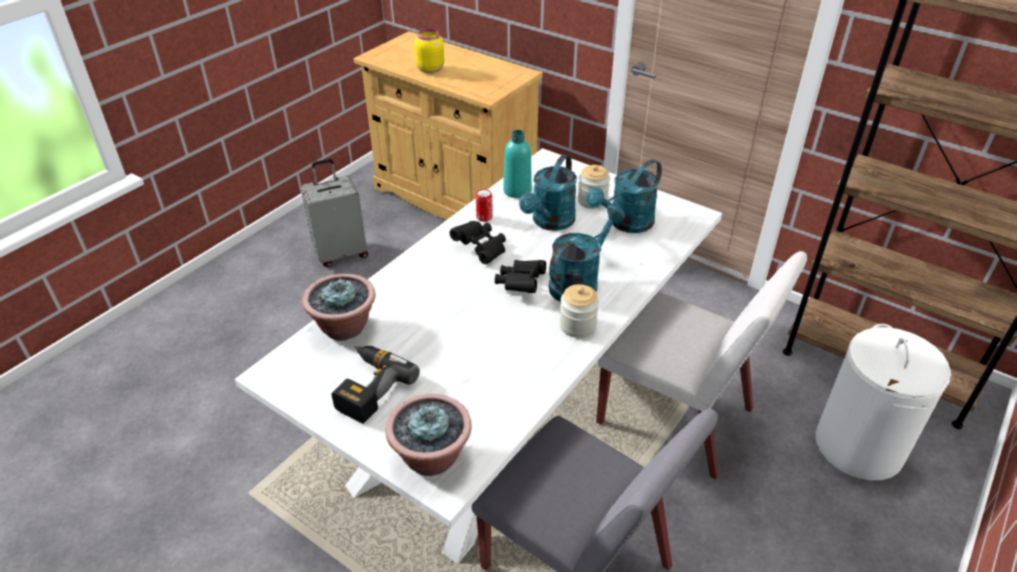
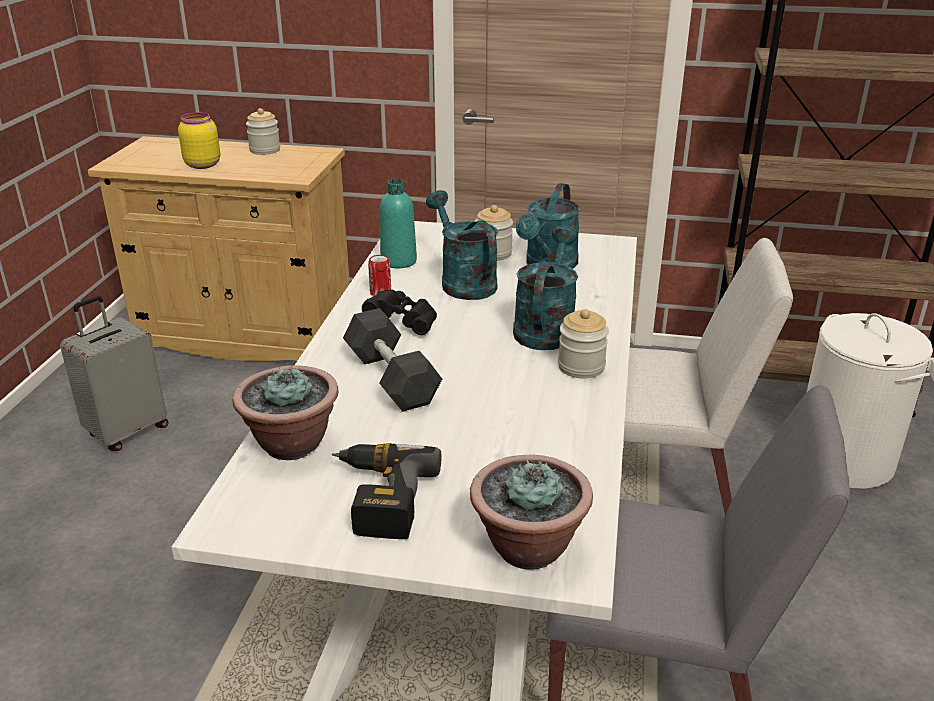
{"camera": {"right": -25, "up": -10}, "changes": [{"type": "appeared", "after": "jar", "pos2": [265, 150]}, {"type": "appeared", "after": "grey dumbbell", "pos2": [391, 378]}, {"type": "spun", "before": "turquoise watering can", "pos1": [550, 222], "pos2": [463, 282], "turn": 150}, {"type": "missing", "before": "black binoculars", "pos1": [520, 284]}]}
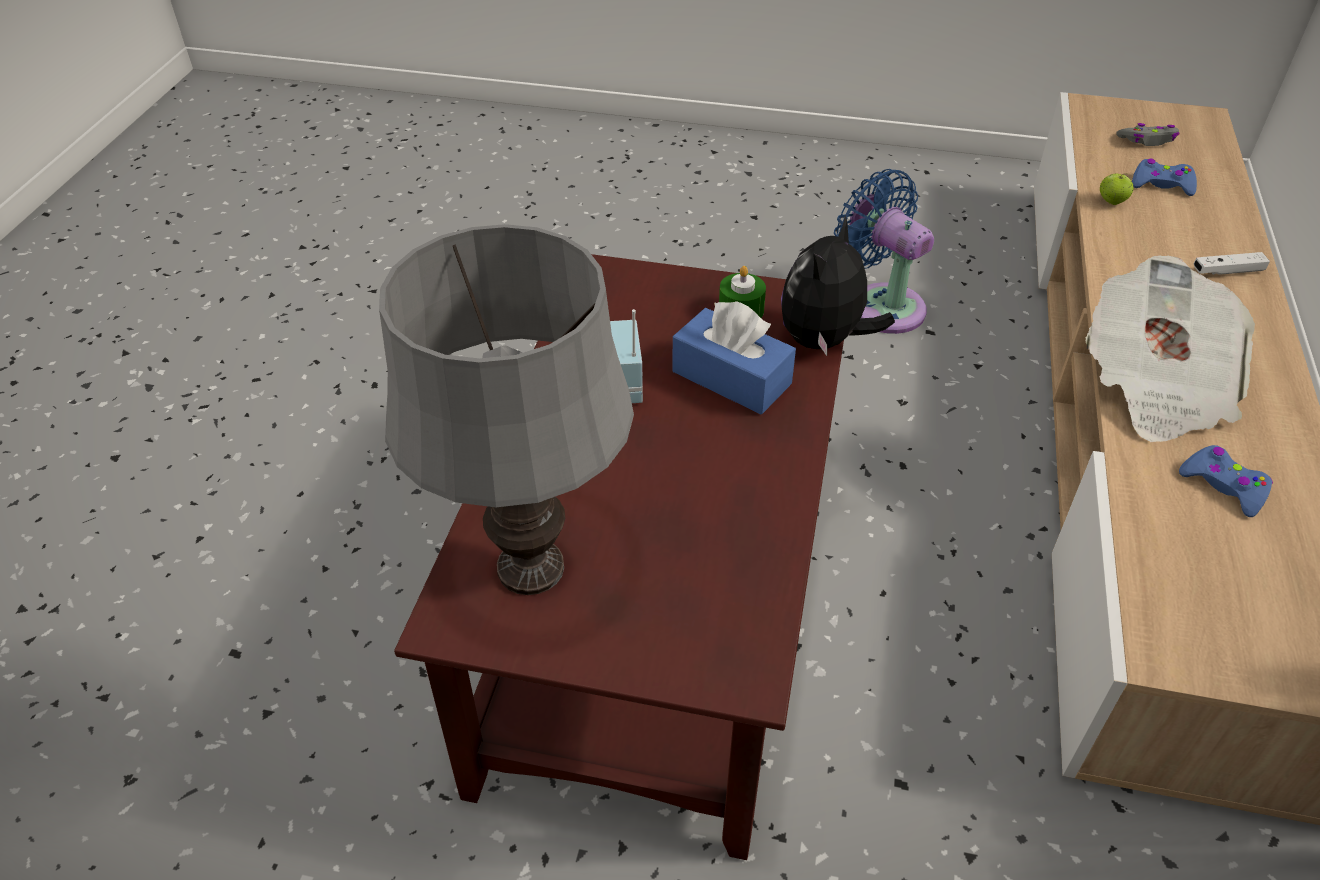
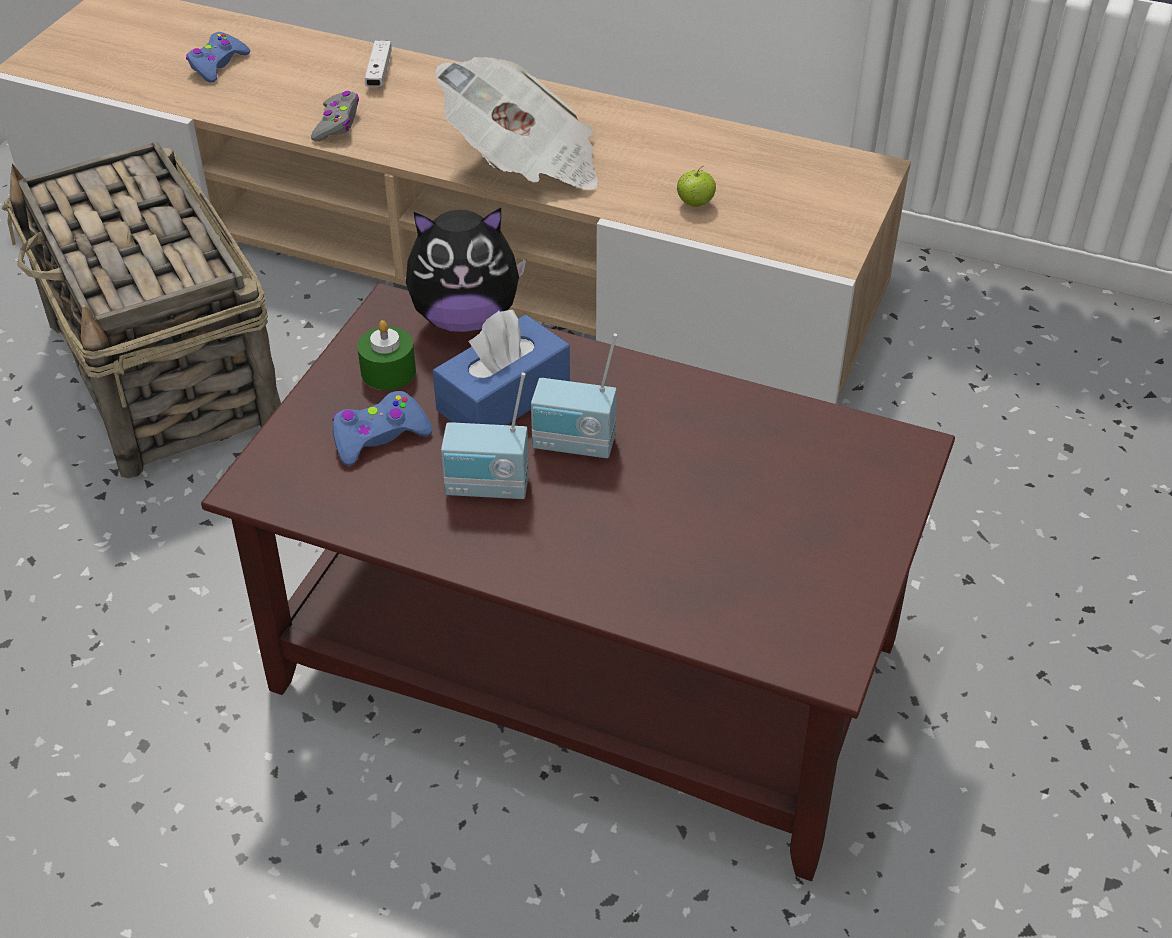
{"camera": {"right": -80, "up": 0}, "changes": [{"type": "exchanged", "before": "blue fan", "after": "basket", "pos1": [881, 305], "pos2": [163, 375]}, {"type": "relocated", "before": "grey game controller", "pos1": [1147, 140], "pos2": [337, 124]}, {"type": "relocated", "before": "blue game controller", "pos1": [1223, 486], "pos2": [379, 436]}, {"type": "spun", "before": "plush toy", "pos1": [824, 341], "pos2": [465, 318], "turn": -45}, {"type": "appeared", "after": "radio", "pos2": [573, 445]}, {"type": "relocated", "before": "apple", "pos1": [1111, 202], "pos2": [695, 204]}, {"type": "missing", "before": "grey table lamp", "pos1": [530, 569]}]}
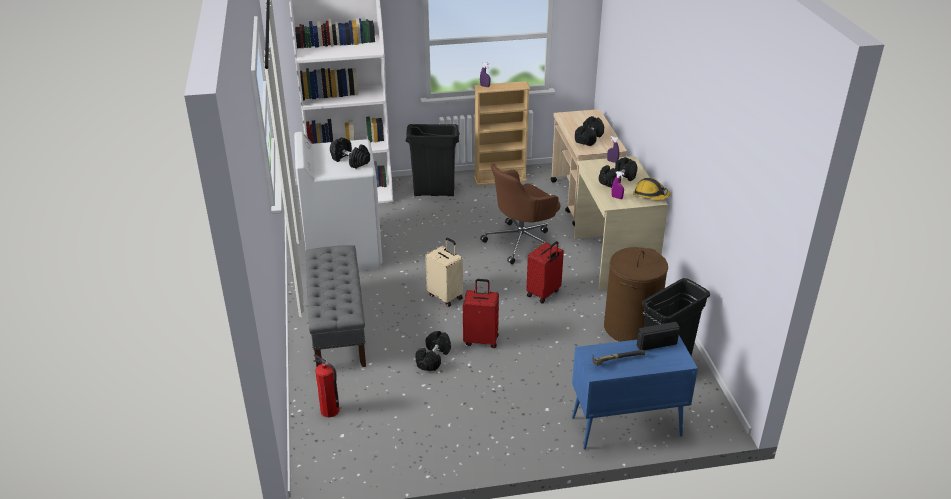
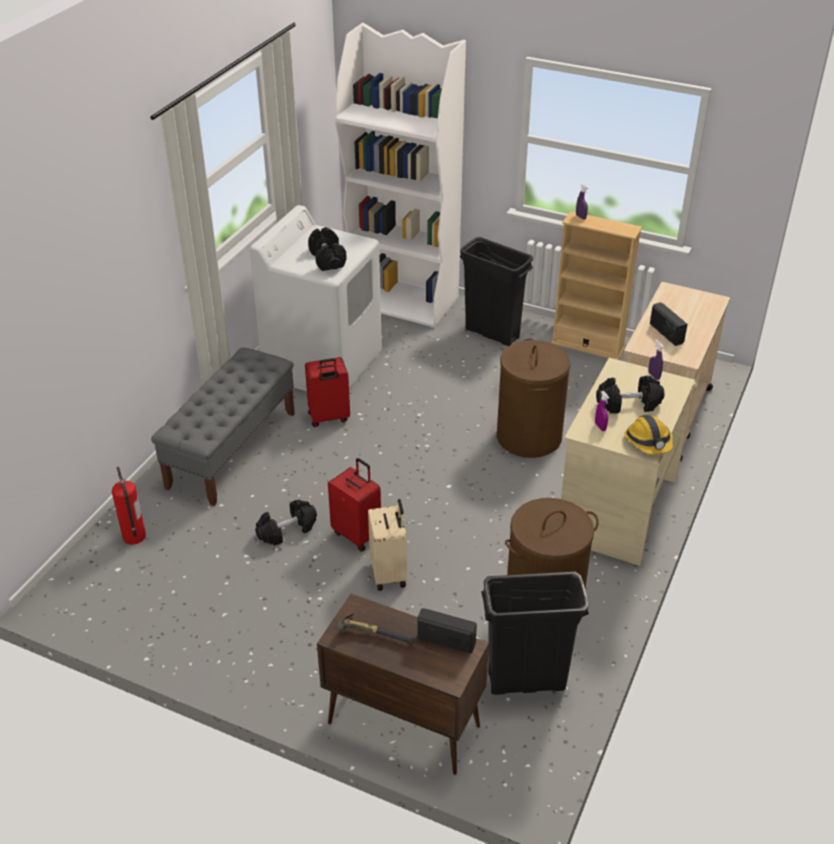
{"camera": {"right": 35, "up": 5}, "changes": [{"type": "relocated", "before": "red suitcase", "pos1": [544, 293], "pos2": [329, 418]}, {"type": "colour", "before": "blue cabinet", "after": "brown cabinet", "pos1": [625, 427], "pos2": [402, 724]}, {"type": "relocated", "before": "beige suitcase", "pos1": [446, 296], "pos2": [389, 573]}, {"type": "exchanged", "before": "brown office chair", "after": "brown laundry basket", "pos1": [522, 242], "pos2": [528, 437]}, {"type": "exchanged", "before": "black dumbbell", "after": "radio", "pos1": [589, 139], "pos2": [666, 333]}]}
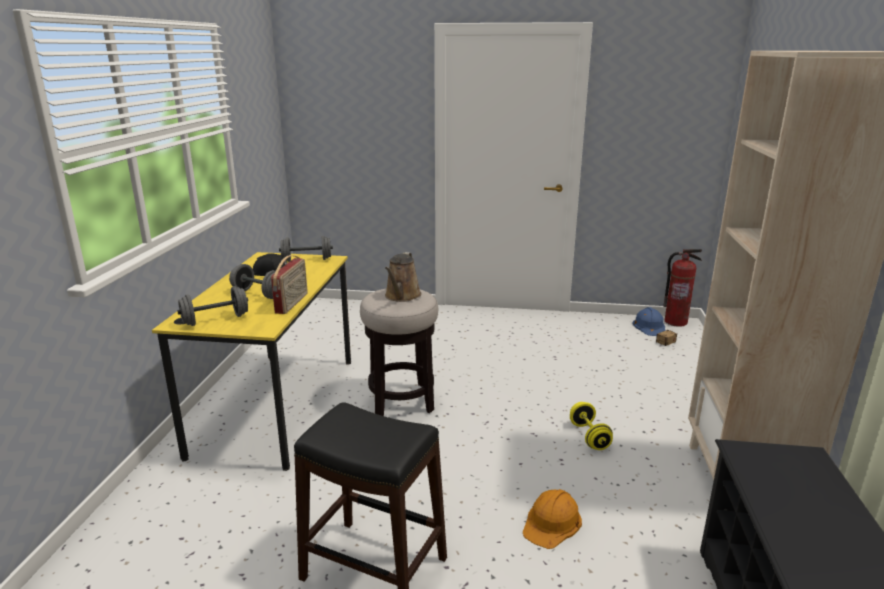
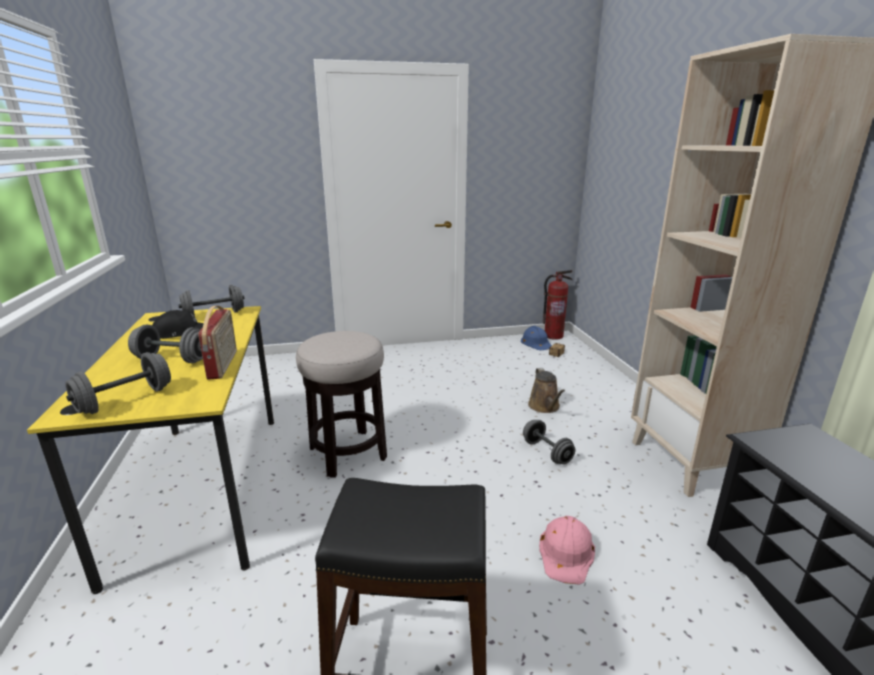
{"camera": {"right": -20, "up": 0}, "changes": [{"type": "colour", "before": "yellow dumbbell", "after": "grey dumbbell", "pos1": [589, 436], "pos2": [547, 452]}, {"type": "relocated", "before": "brown watering can", "pos1": [402, 296], "pos2": [545, 407]}, {"type": "colour", "before": "orange hard hat", "after": "pink hard hat", "pos1": [552, 523], "pos2": [566, 553]}]}
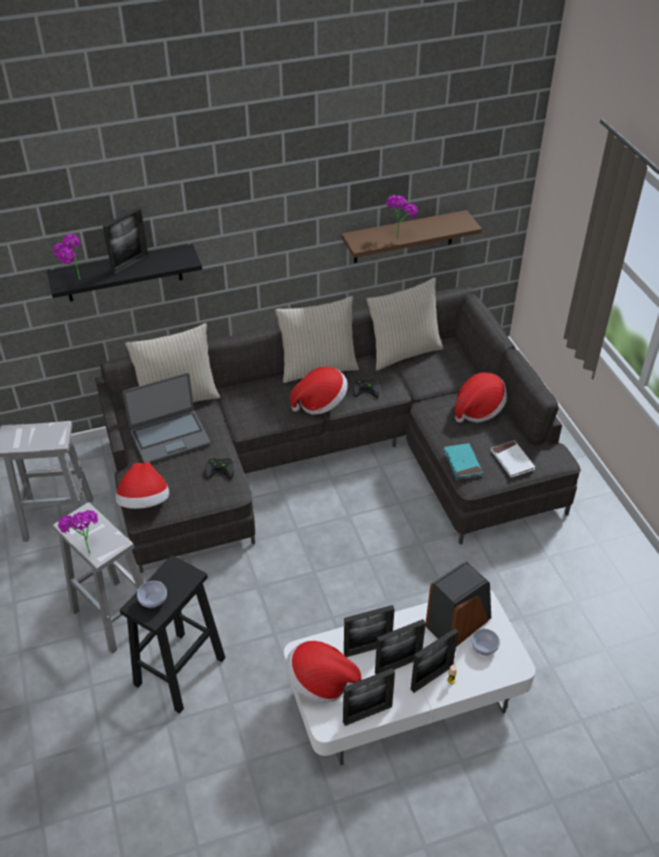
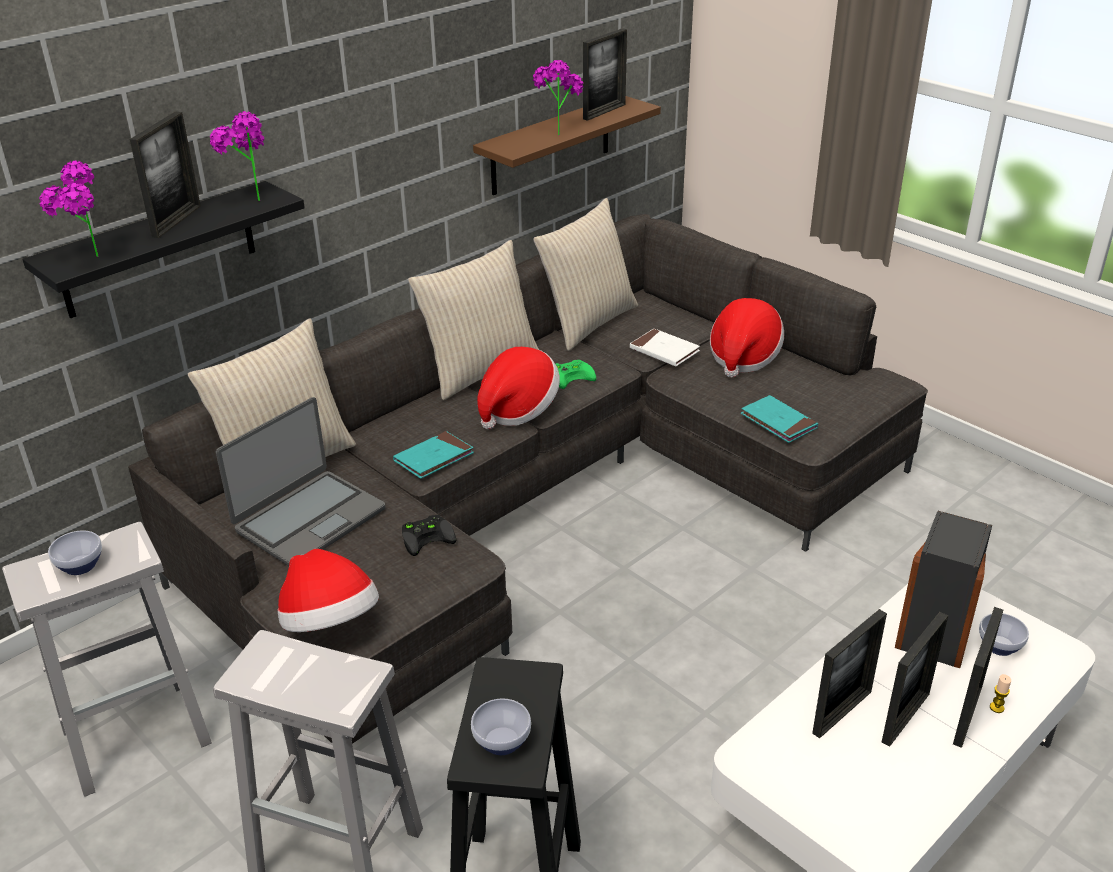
{"camera": {"right": -25, "up": -10}, "changes": [{"type": "appeared", "after": "bowl", "pos2": [82, 565]}, {"type": "relocated", "before": "potted plant", "pos1": [85, 549], "pos2": [249, 199]}, {"type": "appeared", "after": "turquoise book", "pos2": [434, 458]}, {"type": "colour", "before": "black game controller", "after": "green game controller", "pos1": [366, 389], "pos2": [572, 376]}, {"type": "relocated", "before": "picture frame", "pos1": [367, 714], "pos2": [604, 112]}, {"type": "relocated", "before": "white book", "pos1": [512, 460], "pos2": [664, 351]}, {"type": "missing", "before": "hat", "pos1": [320, 682]}]}
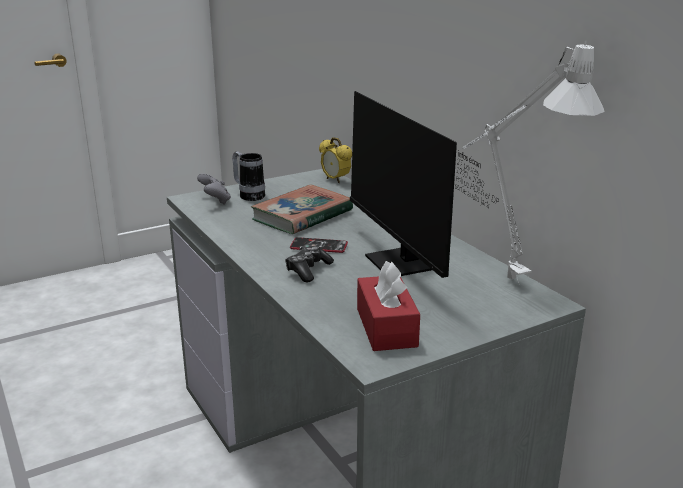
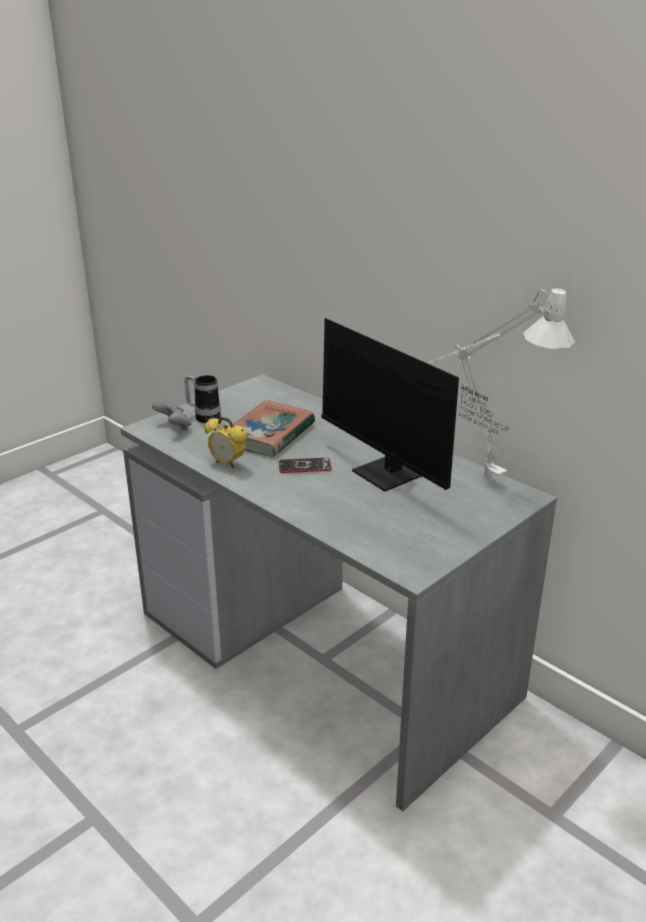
{"camera": {"right": -15, "up": 5}, "changes": [{"type": "relocated", "before": "alarm clock", "pos1": [335, 180], "pos2": [227, 463]}, {"type": "missing", "before": "game controller", "pos1": [308, 270]}, {"type": "missing", "before": "red tissue box", "pos1": [386, 327]}]}
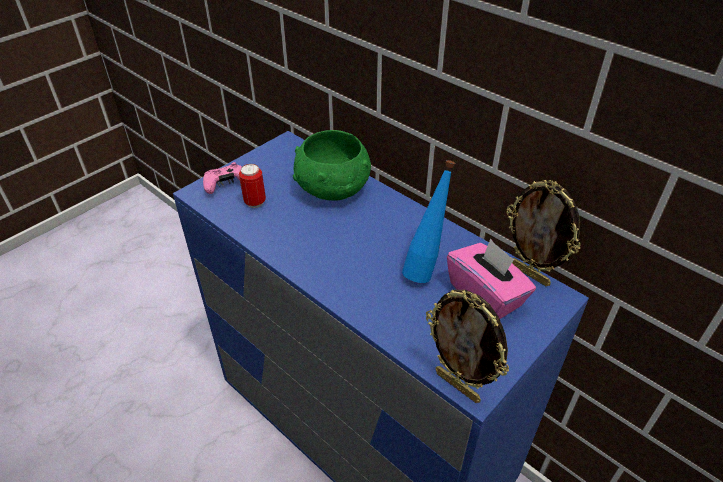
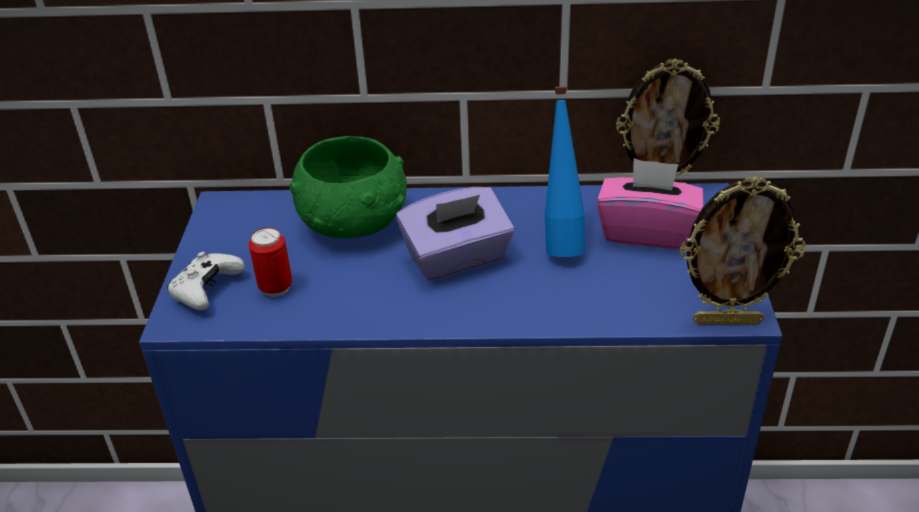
{"camera": {"right": -40, "up": -5}, "changes": [{"type": "colour", "before": "pink game controller", "after": "white game controller", "pos1": [226, 184], "pos2": [206, 290]}, {"type": "appeared", "after": "purple tissue box", "pos2": [457, 259]}]}
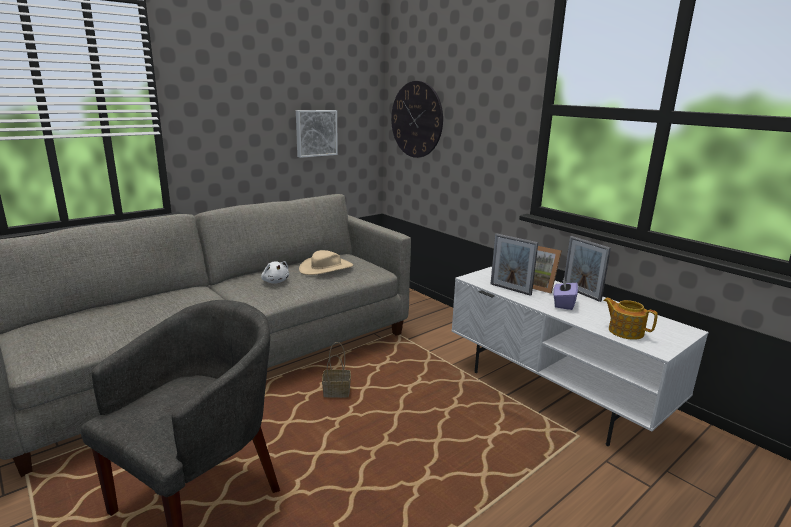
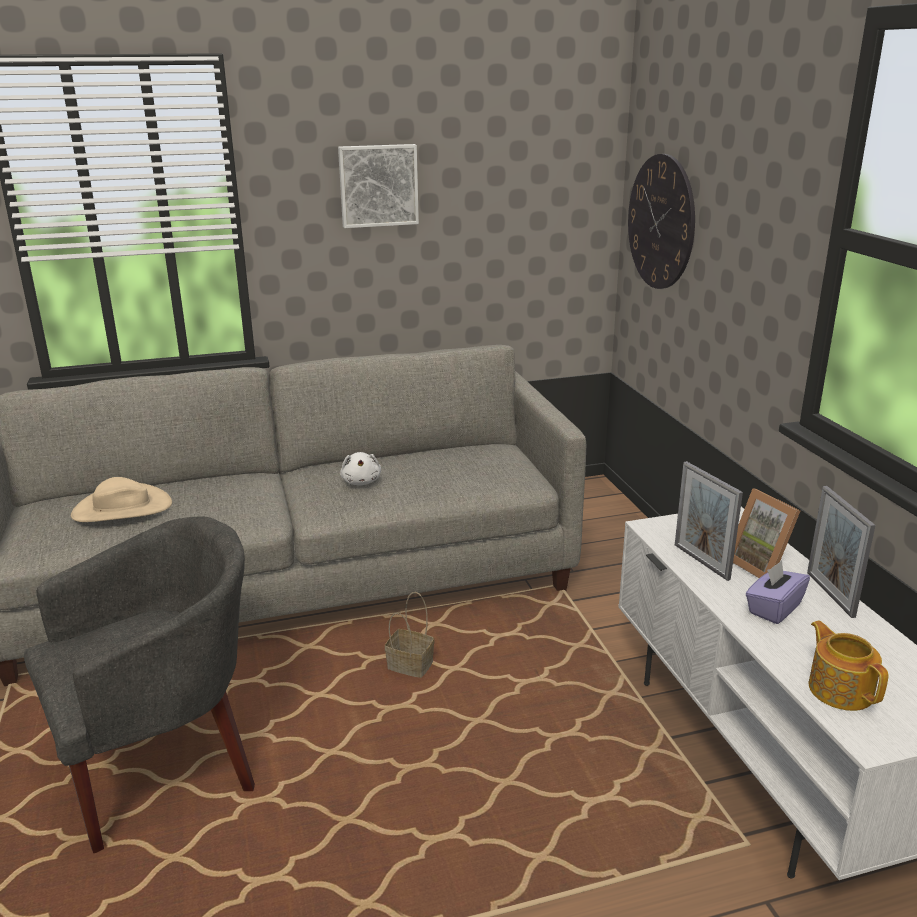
{"camera": {"right": 25, "up": 5}, "changes": [{"type": "relocated", "before": "beige hat", "pos1": [326, 268], "pos2": [122, 509]}, {"type": "relocated", "before": "picture", "pos1": [315, 133], "pos2": [378, 185]}]}
